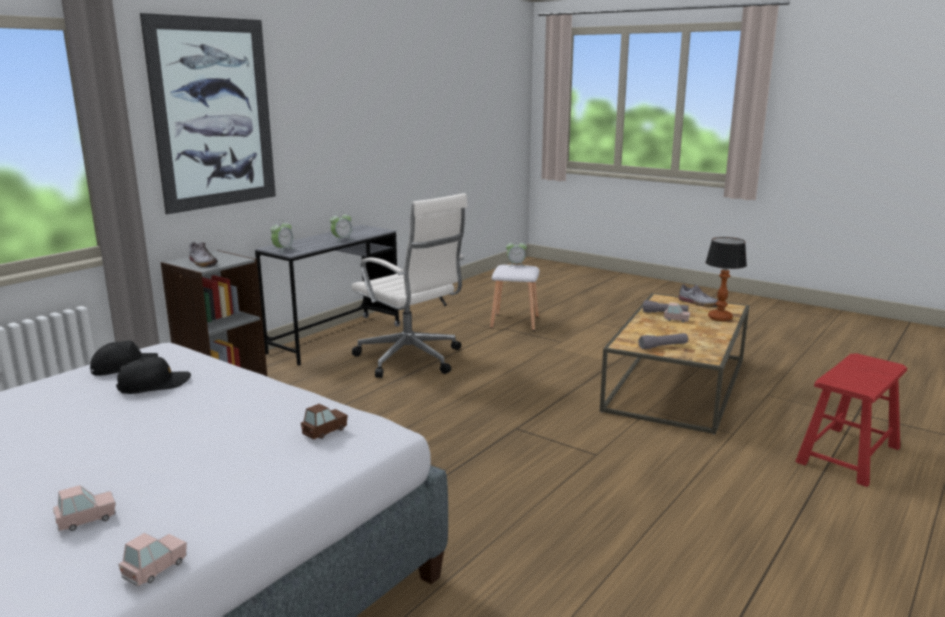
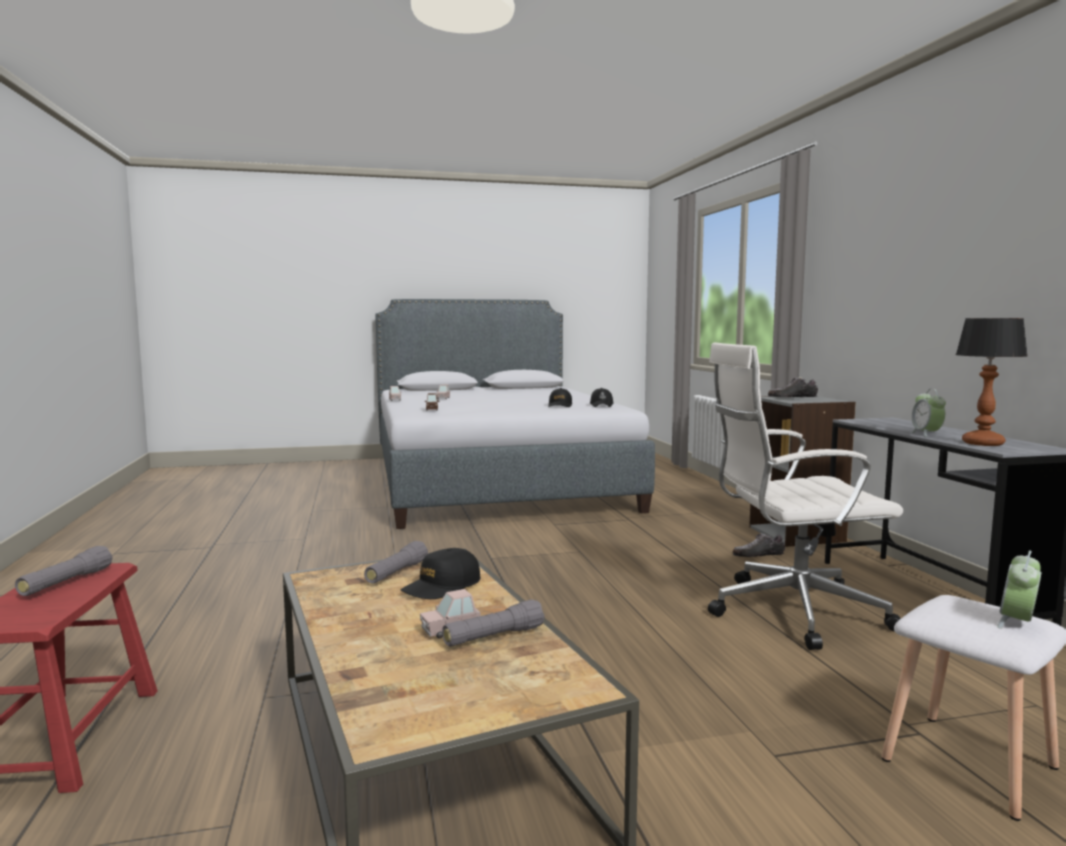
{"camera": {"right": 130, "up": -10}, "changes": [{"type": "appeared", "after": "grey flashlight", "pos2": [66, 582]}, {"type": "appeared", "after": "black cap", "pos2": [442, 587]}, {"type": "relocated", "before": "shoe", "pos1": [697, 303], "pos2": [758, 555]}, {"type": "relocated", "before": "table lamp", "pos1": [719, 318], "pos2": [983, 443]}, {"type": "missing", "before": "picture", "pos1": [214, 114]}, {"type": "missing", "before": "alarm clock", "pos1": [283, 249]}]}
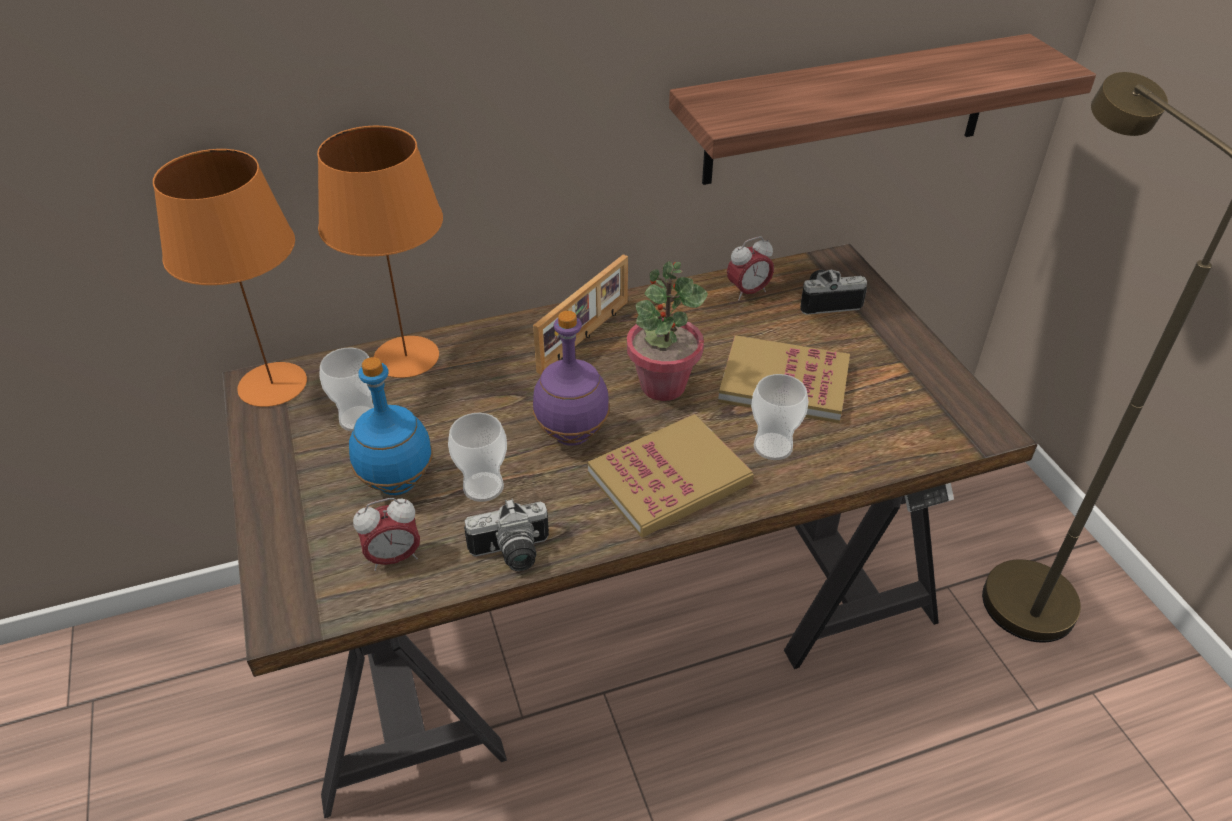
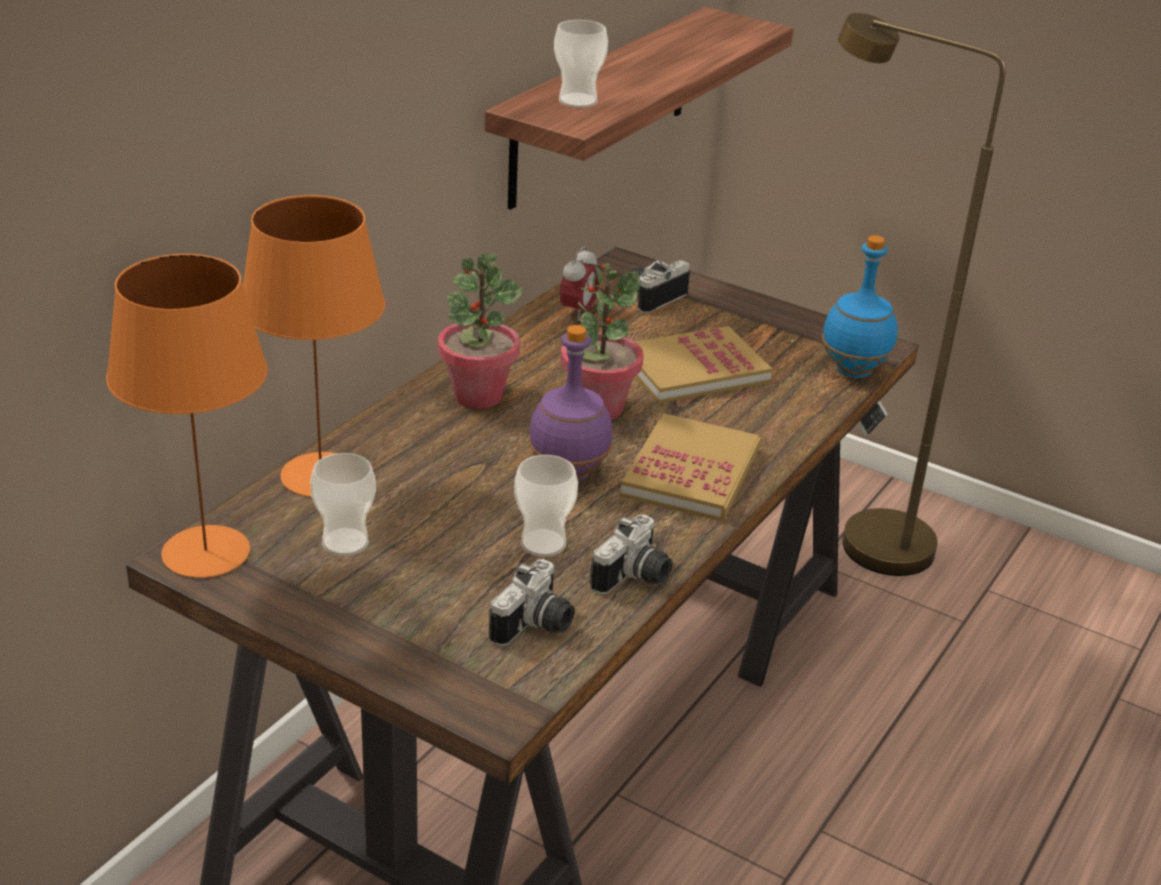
{"camera": {"right": -40, "up": -10}, "changes": [{"type": "exchanged", "before": "picture frame", "after": "potted plant", "pos1": [585, 336], "pos2": [478, 395]}, {"type": "exchanged", "before": "alarm clock", "after": "photo camera", "pos1": [394, 558], "pos2": [536, 627]}, {"type": "relocated", "before": "cup", "pos1": [773, 446], "pos2": [578, 101]}, {"type": "relocated", "before": "blue bottle", "pos1": [398, 483], "pos2": [854, 371]}]}
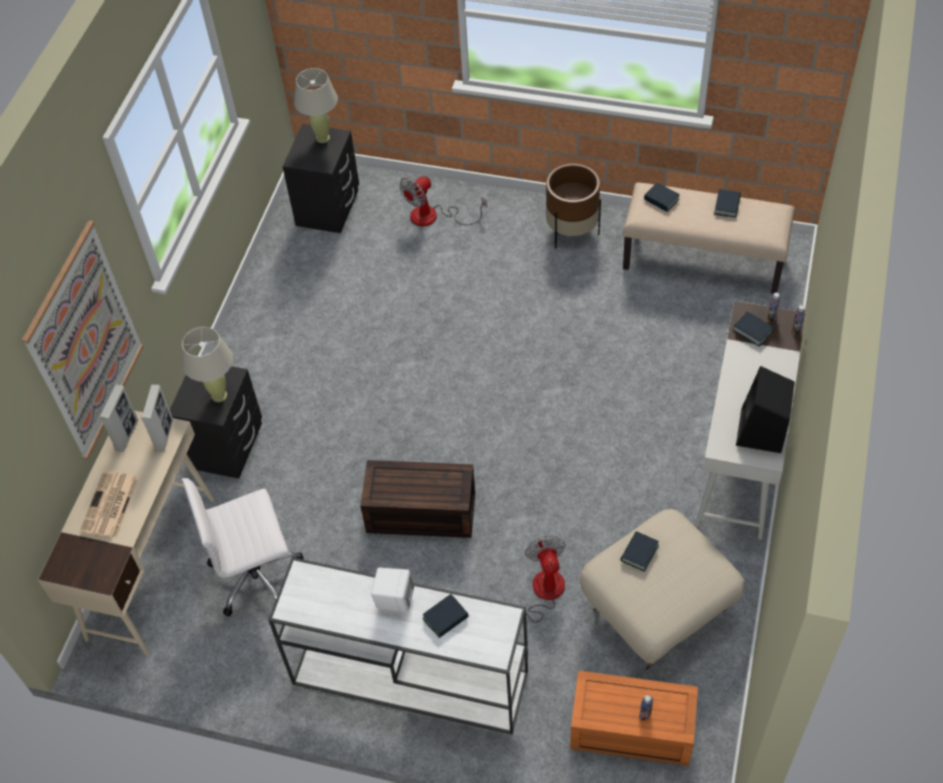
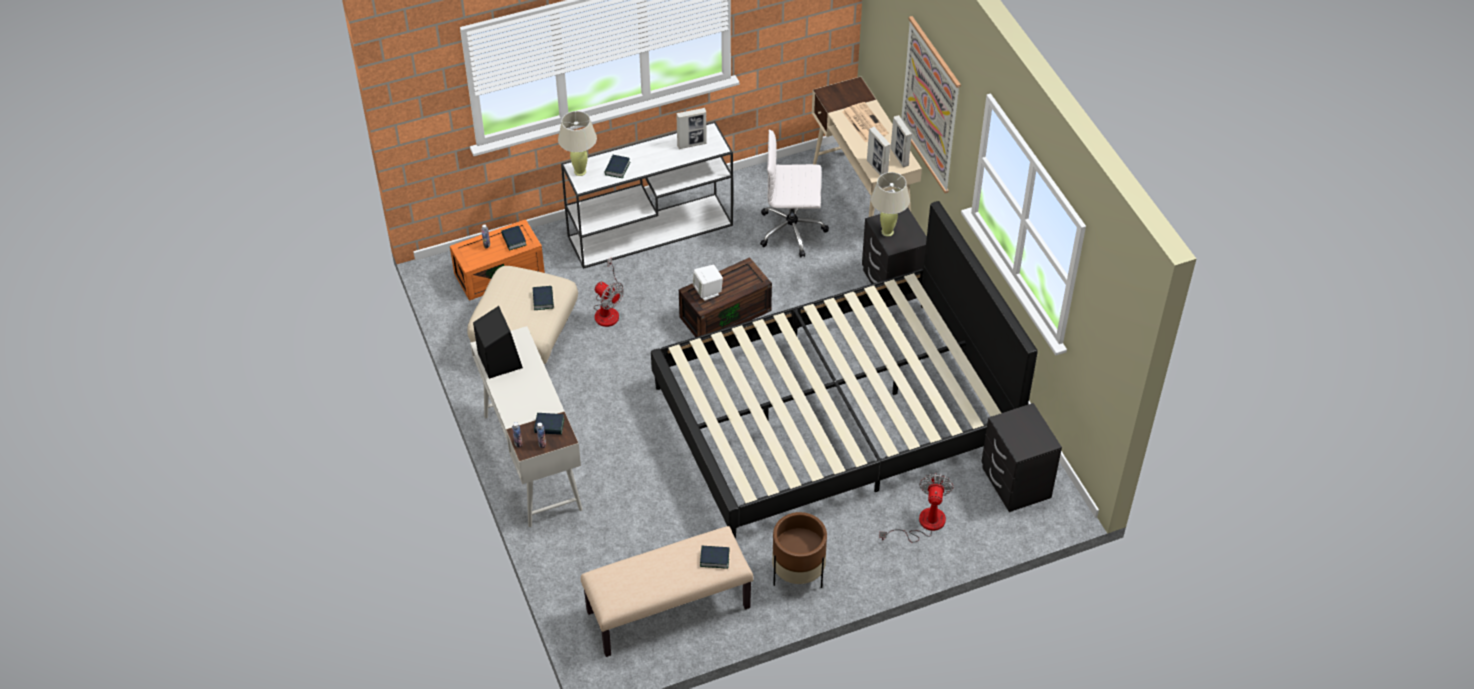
{"camera": {"right": 140, "up": -5}, "changes": [{"type": "relocated", "before": "book", "pos1": [727, 206], "pos2": [514, 240]}, {"type": "relocated", "before": "beige table lamp", "pos1": [323, 138], "pos2": [580, 171]}, {"type": "appeared", "after": "black bed", "pos2": [834, 417]}, {"type": "appeared", "after": "picture frame", "pos2": [692, 144]}, {"type": "relocated", "before": "white speaker", "pos1": [394, 600], "pos2": [708, 292]}, {"type": "spun", "before": "white office chair", "pos1": [258, 575], "pos2": [792, 230], "turn": -120}]}
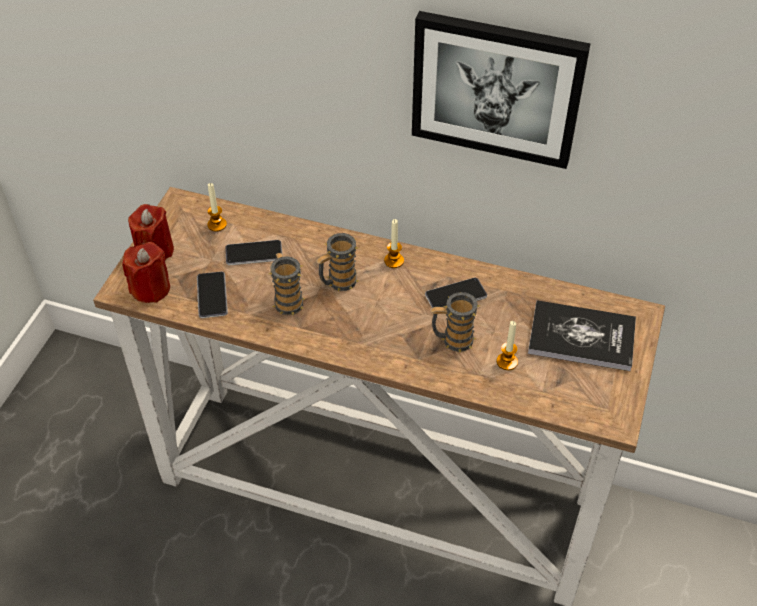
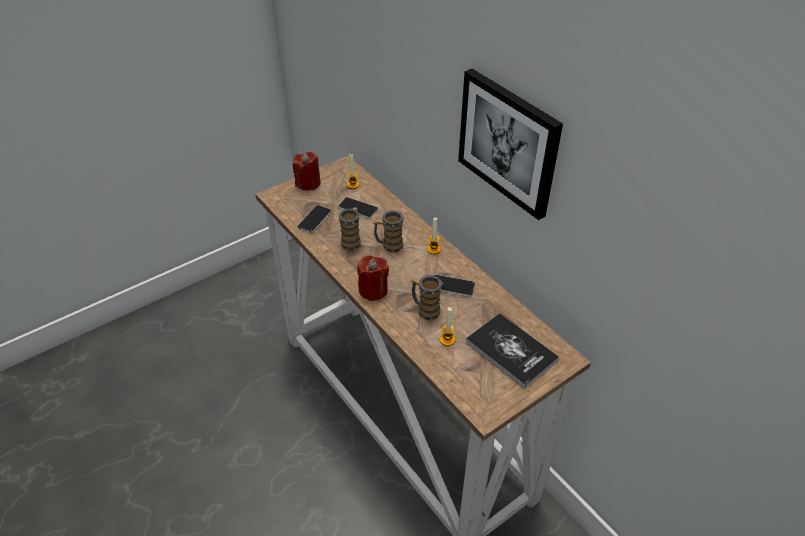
{"camera": {"right": 35, "up": -5}, "changes": [{"type": "relocated", "before": "red candle", "pos1": [150, 288], "pos2": [373, 290]}]}
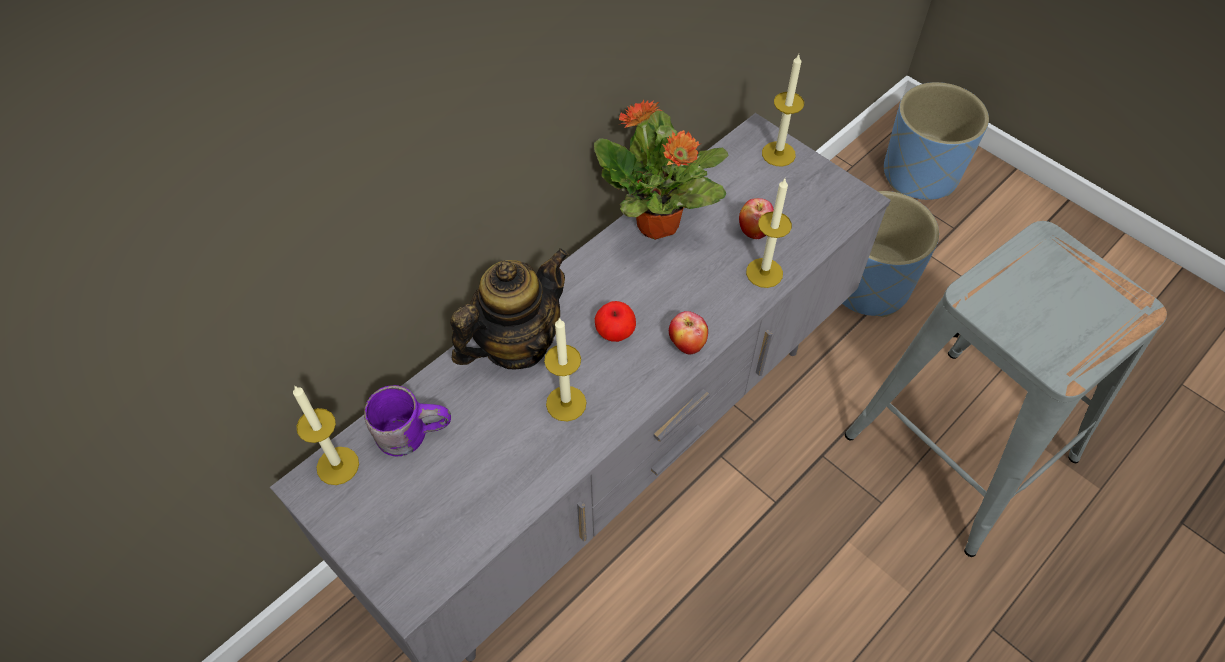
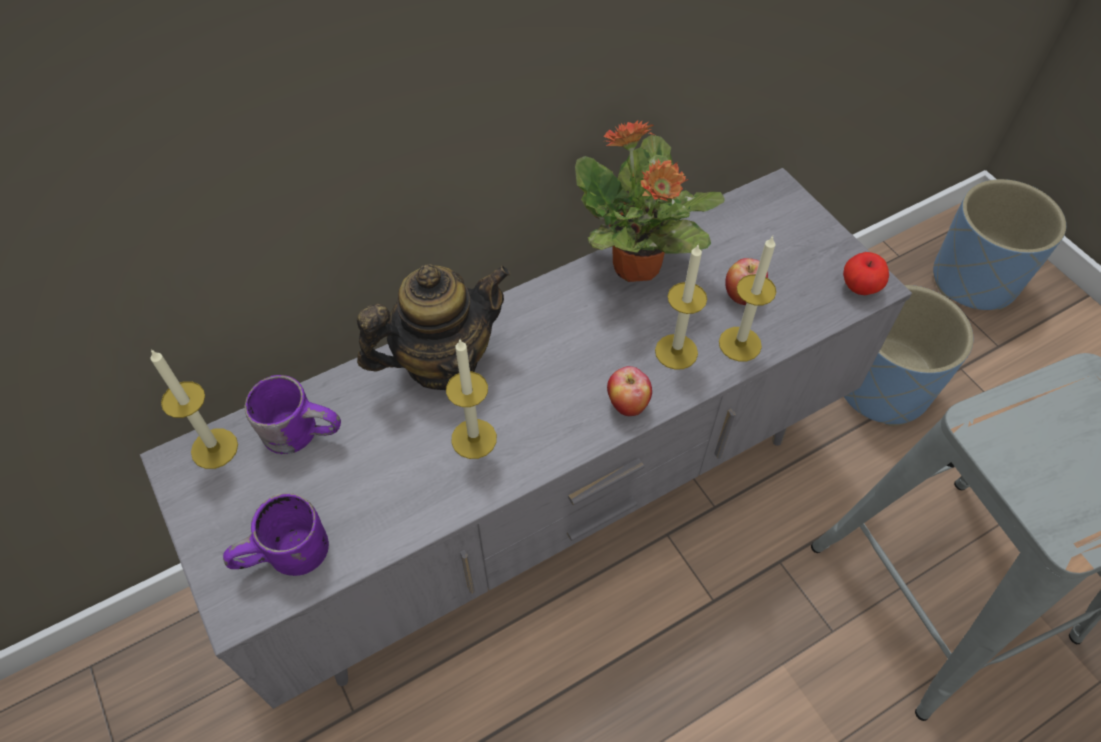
{"camera": {"right": 15, "up": 0}, "changes": [{"type": "appeared", "after": "purple mug", "pos2": [288, 560]}, {"type": "relocated", "before": "candle", "pos1": [778, 154], "pos2": [676, 351]}, {"type": "relocated", "before": "apple", "pos1": [615, 332], "pos2": [860, 286]}]}
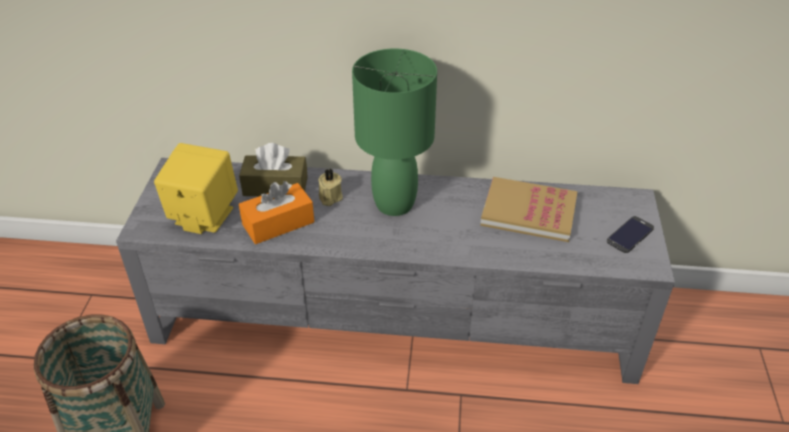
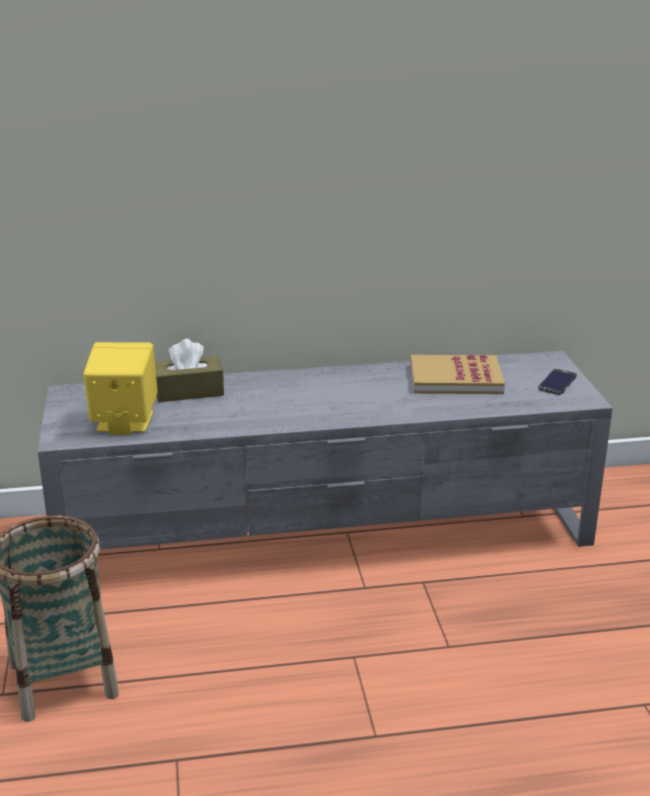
{"camera": {"right": -15, "up": -15}, "changes": [{"type": "missing", "before": "orange tissue box", "pos1": [278, 223]}, {"type": "missing", "before": "beige candle", "pos1": [329, 197]}, {"type": "missing", "before": "green table lamp", "pos1": [393, 204]}]}
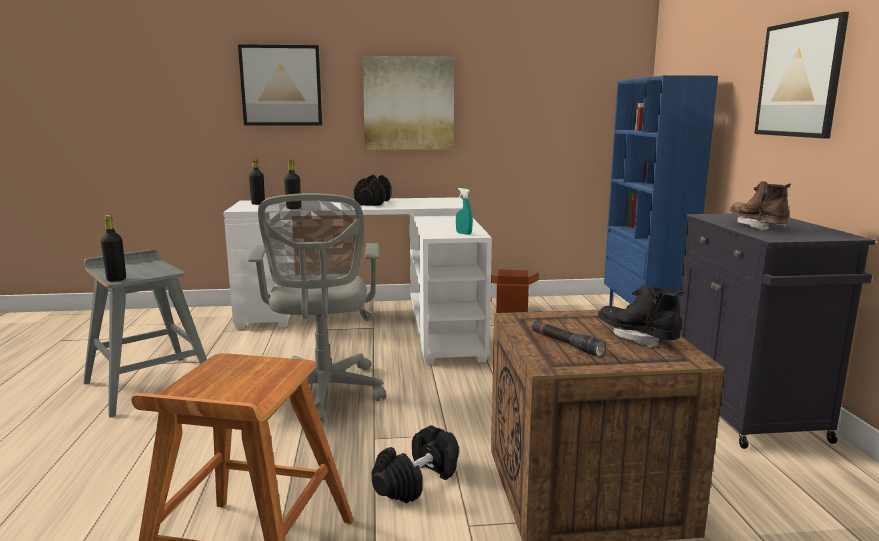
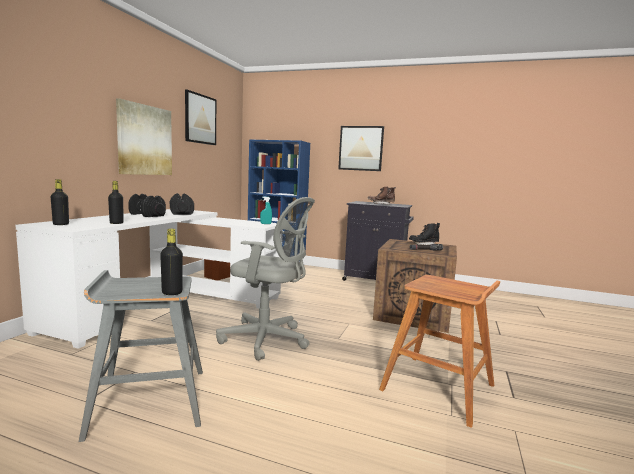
{"camera": {"right": -65, "up": -5}, "changes": [{"type": "relocated", "before": "black dumbbell", "pos1": [417, 481], "pos2": [182, 213]}, {"type": "relocated", "before": "picture", "pos1": [281, 85], "pos2": [200, 119]}]}
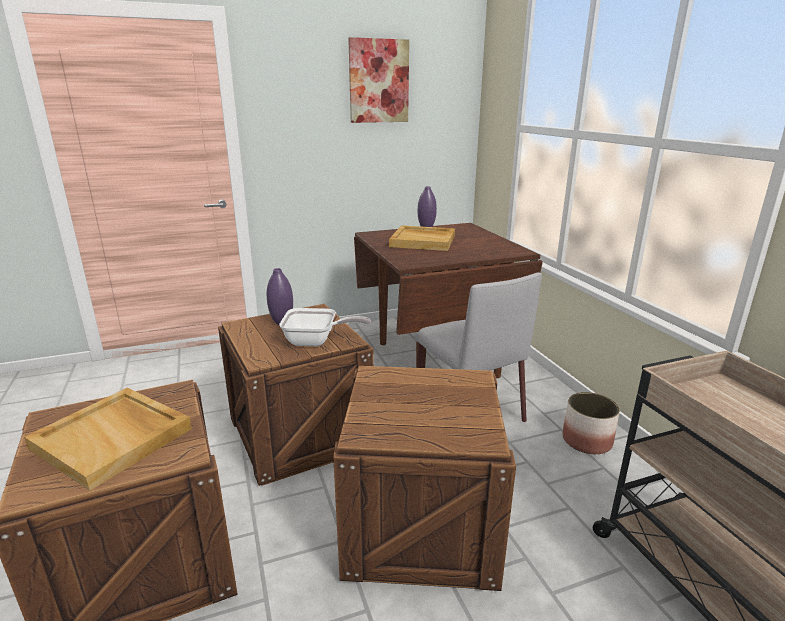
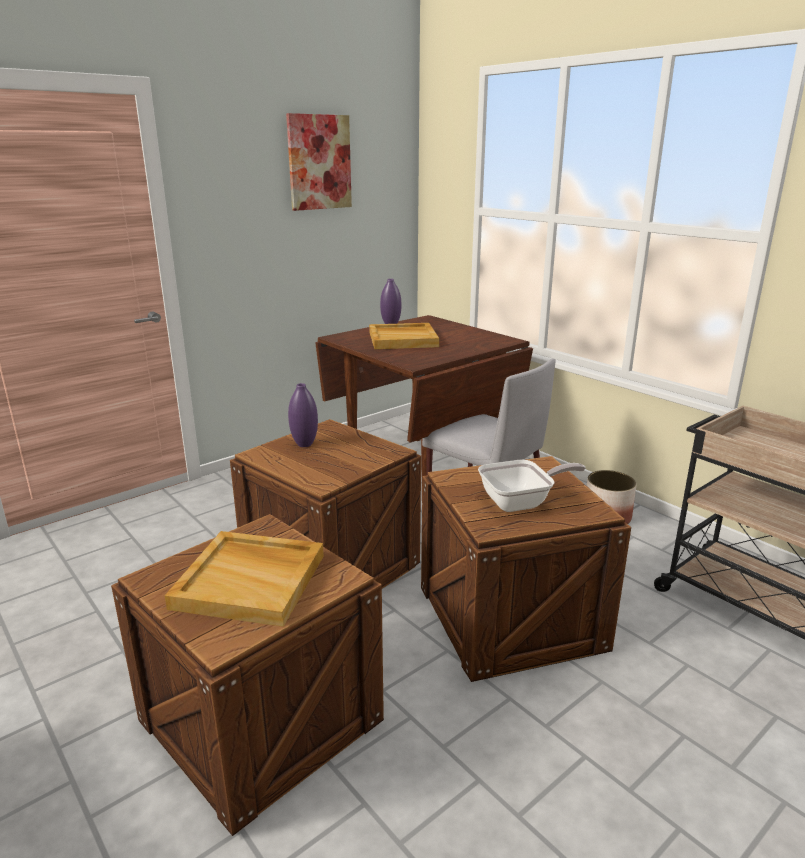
{"camera": {"right": -20, "up": 0}, "changes": [{"type": "relocated", "before": "frying pan", "pos1": [316, 341], "pos2": [521, 502]}]}
